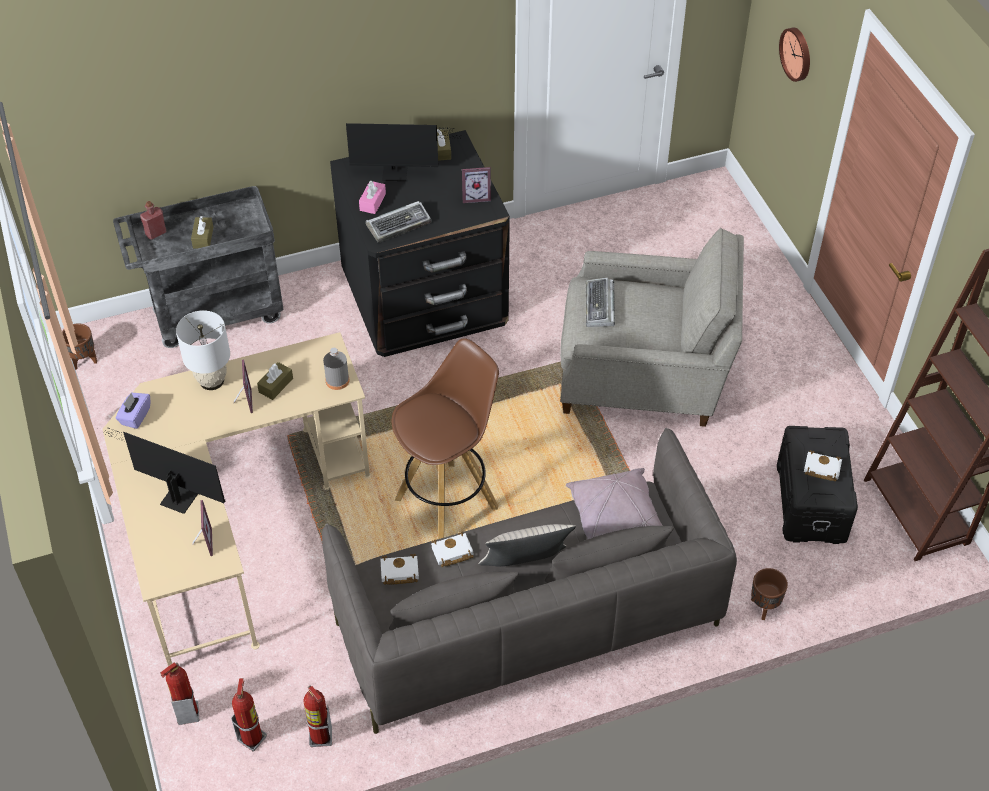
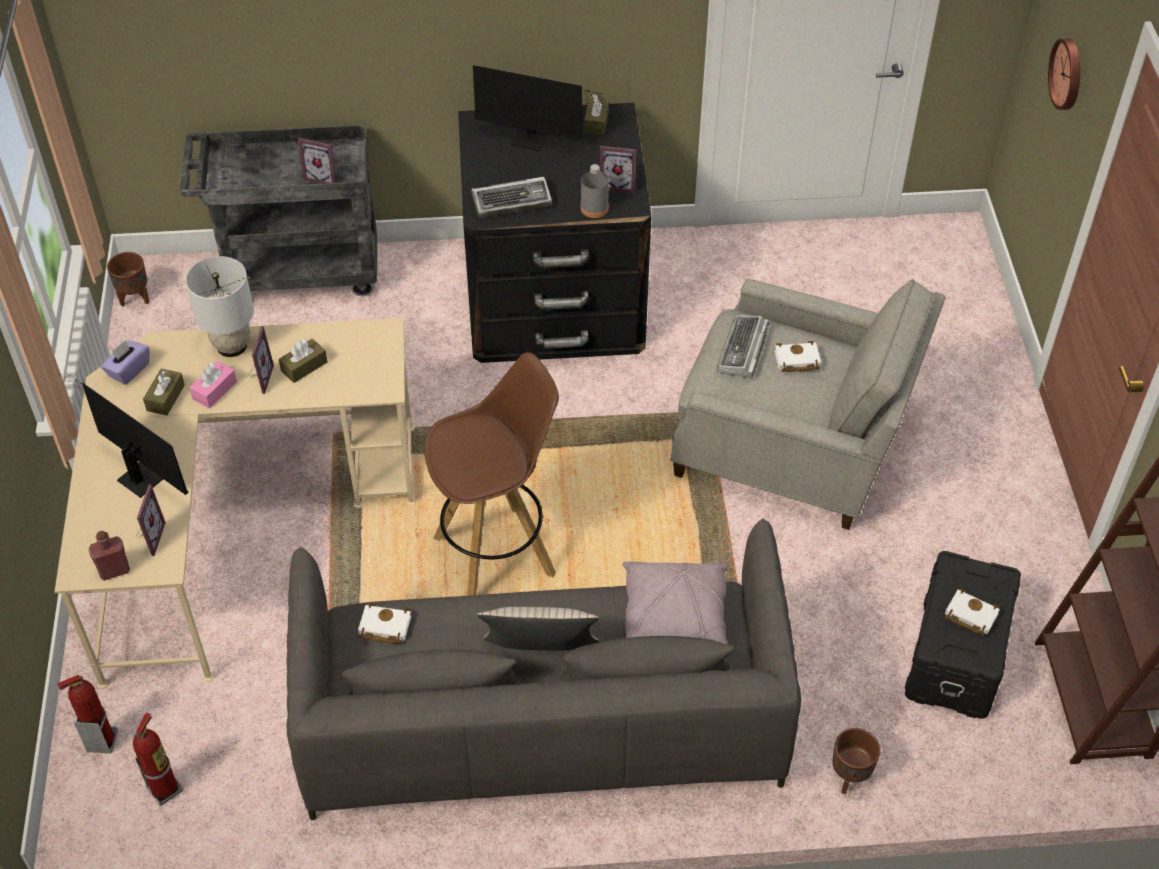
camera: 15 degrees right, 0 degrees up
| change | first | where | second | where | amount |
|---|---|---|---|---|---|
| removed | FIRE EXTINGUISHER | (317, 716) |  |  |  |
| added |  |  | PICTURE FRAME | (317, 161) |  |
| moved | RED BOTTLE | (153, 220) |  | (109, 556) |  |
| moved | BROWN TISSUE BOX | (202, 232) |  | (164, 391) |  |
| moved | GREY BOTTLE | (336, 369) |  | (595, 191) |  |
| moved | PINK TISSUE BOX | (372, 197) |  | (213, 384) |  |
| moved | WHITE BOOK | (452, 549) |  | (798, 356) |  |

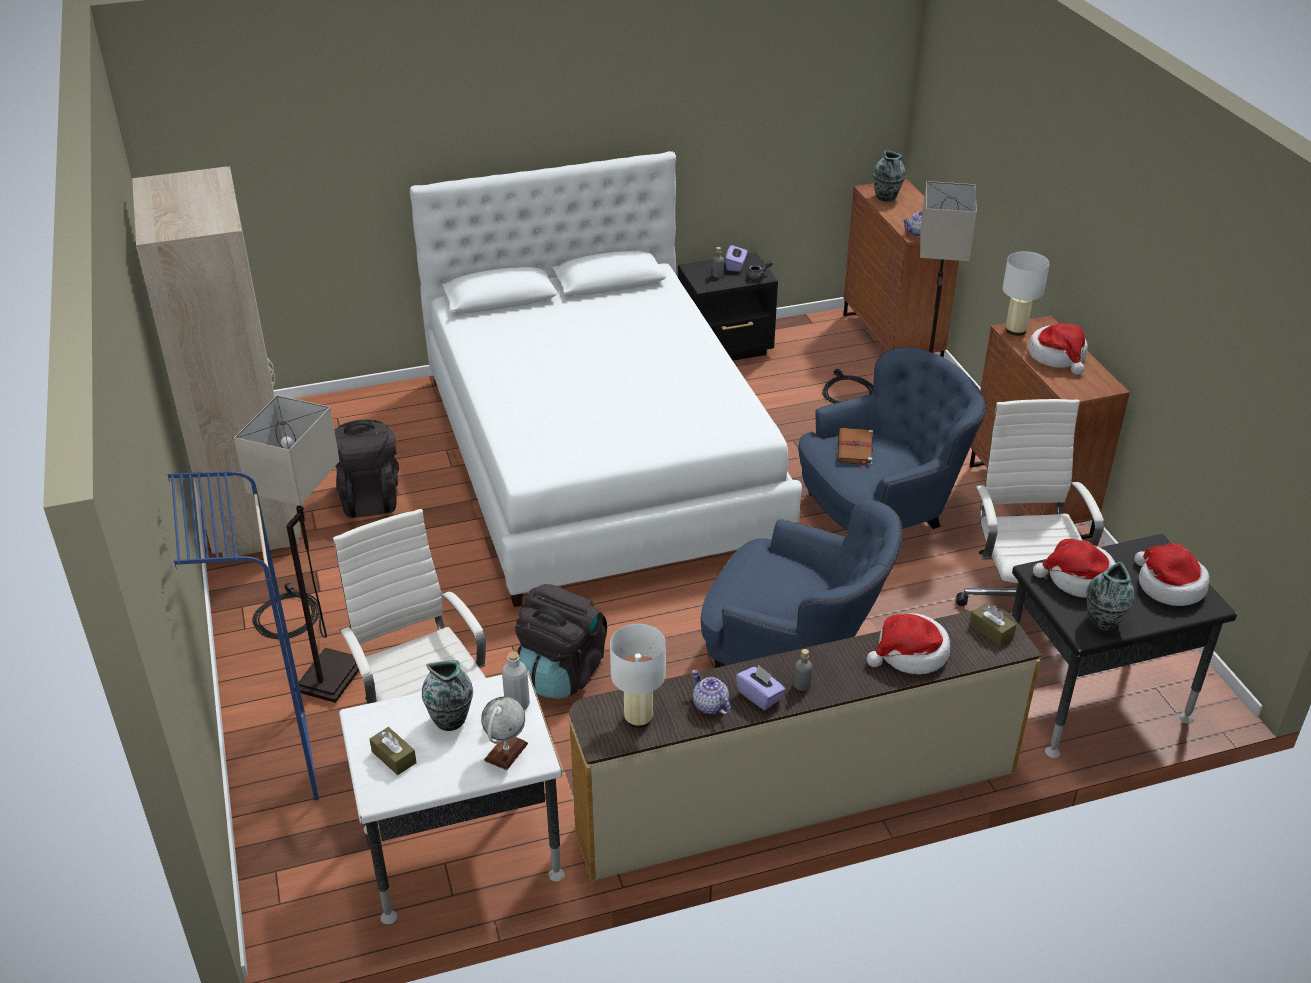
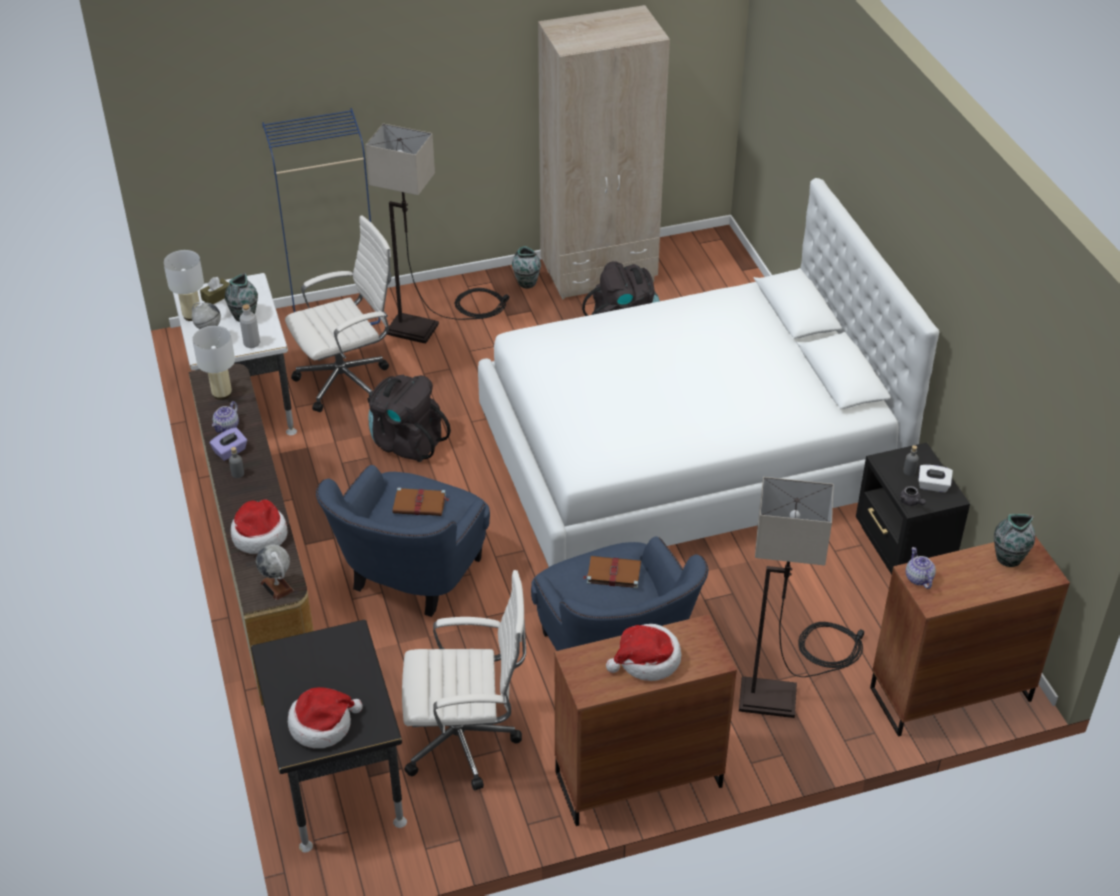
camera: 90 degrees right, 5 degrees up
| change | first | where | second | where | amount |
|---|---|---|---|---|---|
| removed | HAT | (1074, 568) |  |  |  |
| added |  |  | BROWN BOOK | (421, 501) |  |
| moved | WHITE TABLE LAMP | (1026, 293) |  | (184, 285) |  |
| moved | VASE | (1111, 596) |  | (526, 267) |  |
| replaced | BROWN TISSUE BOX | (993, 624) | GLOBE | (275, 573) |  |
| recoloured | PURPLE TISSUE BOX | (736, 258) | WHITE TISSUE BOX | (935, 478) |  |
| turned | TEAPOT | (711, 692) |  | (225, 417) | 150 degrees clockwise |

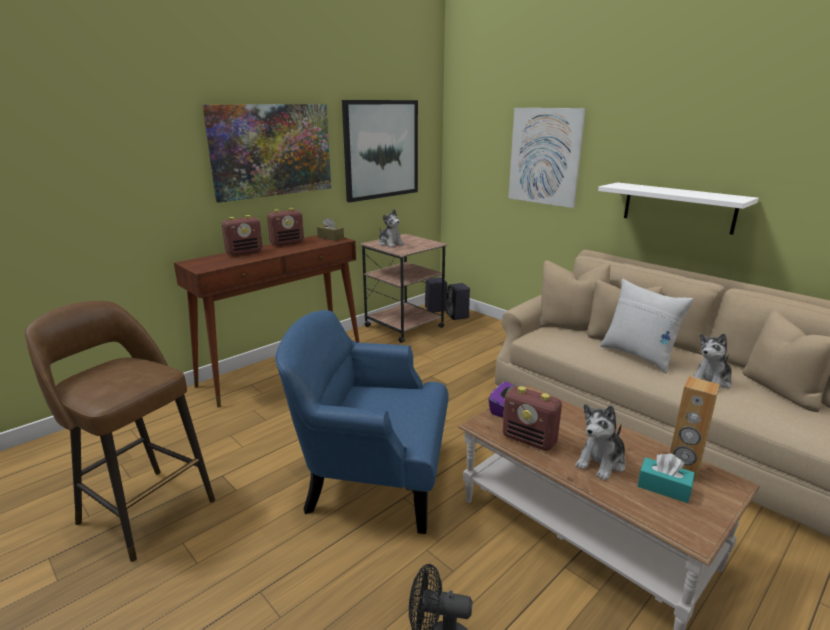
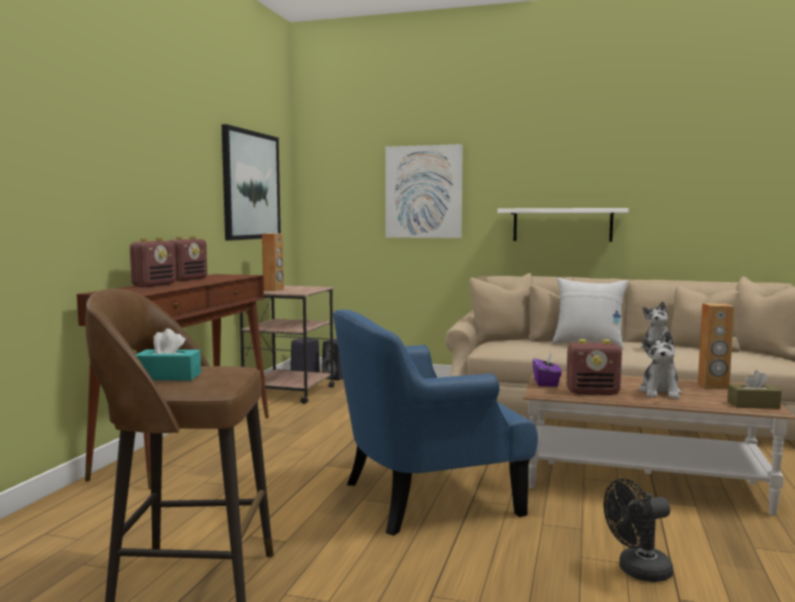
camera: 30 degrees left, 15 degrees down
| change | first | where | second | where | amount |
|---|---|---|---|---|---|
| removed | PICTURE | (267, 153) |  |  |  |
| moved | BROWN TISSUE BOX | (330, 229) |  | (754, 389) |  |
| moved | TURQUOISE TISSUE BOX | (666, 478) |  | (168, 354) |  |
| replaced | PLUSH TOY | (391, 228) | BROWN SPEAKER | (273, 262) |  |

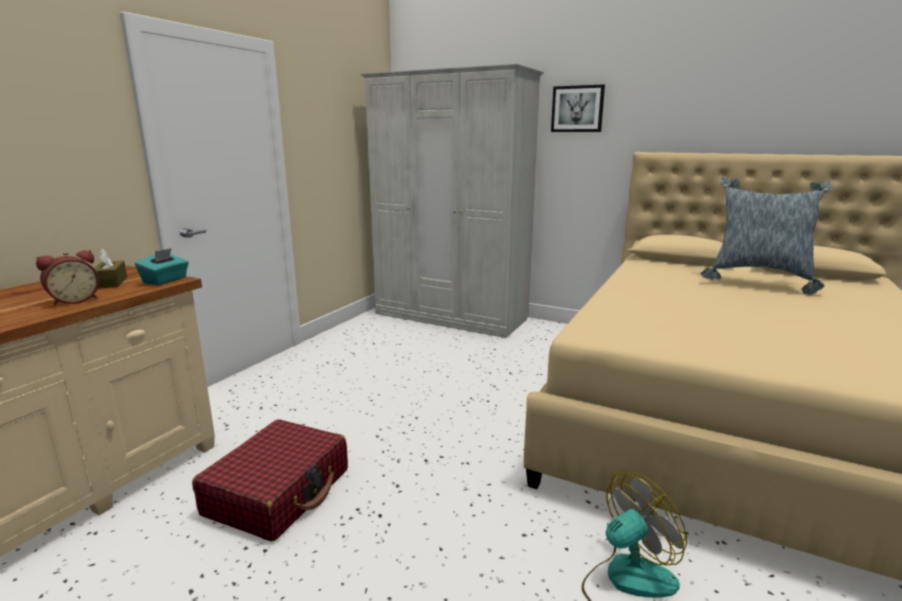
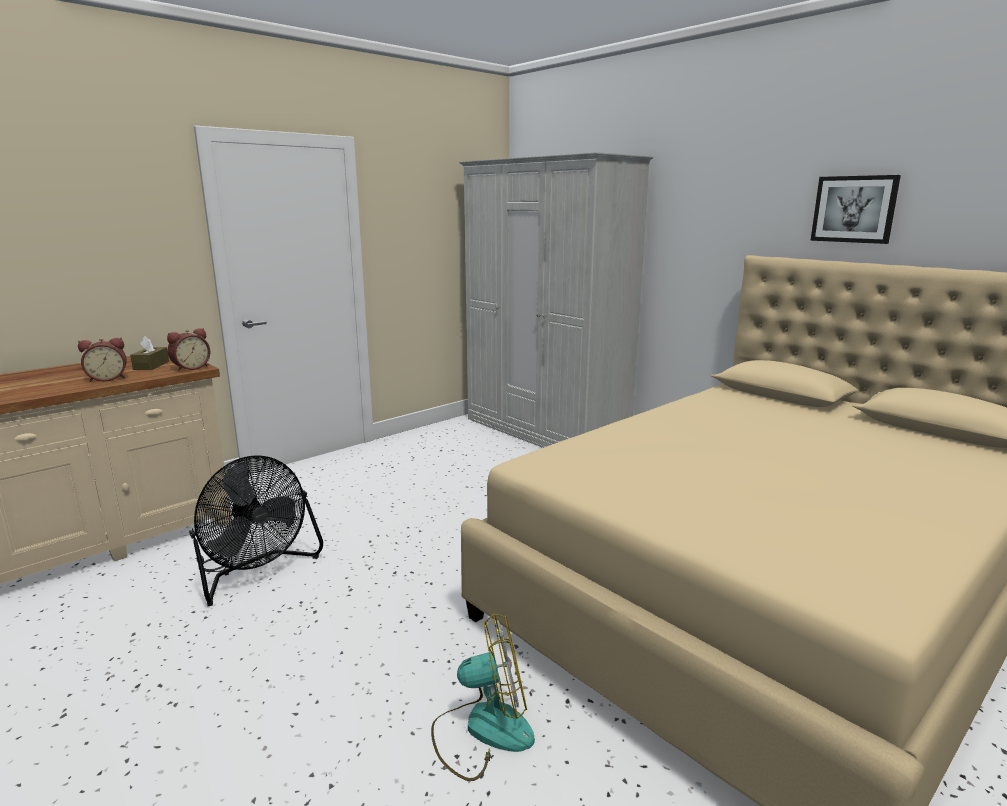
camera: 20 degrees right, 0 degrees up
| change | first | where | second | where | amount |
|---|---|---|---|---|---|
| removed | PILLOW | (767, 235) |  |  |  |
| moved | PICTURE | (578, 108) |  | (855, 209) |  |
| replaced | TURQUOISE TISSUE BOX | (162, 266) | ALARM CLOCK | (189, 350) |  |
| replaced | RED SUITCASE | (270, 480) | BLACK FAN | (256, 531) |  |

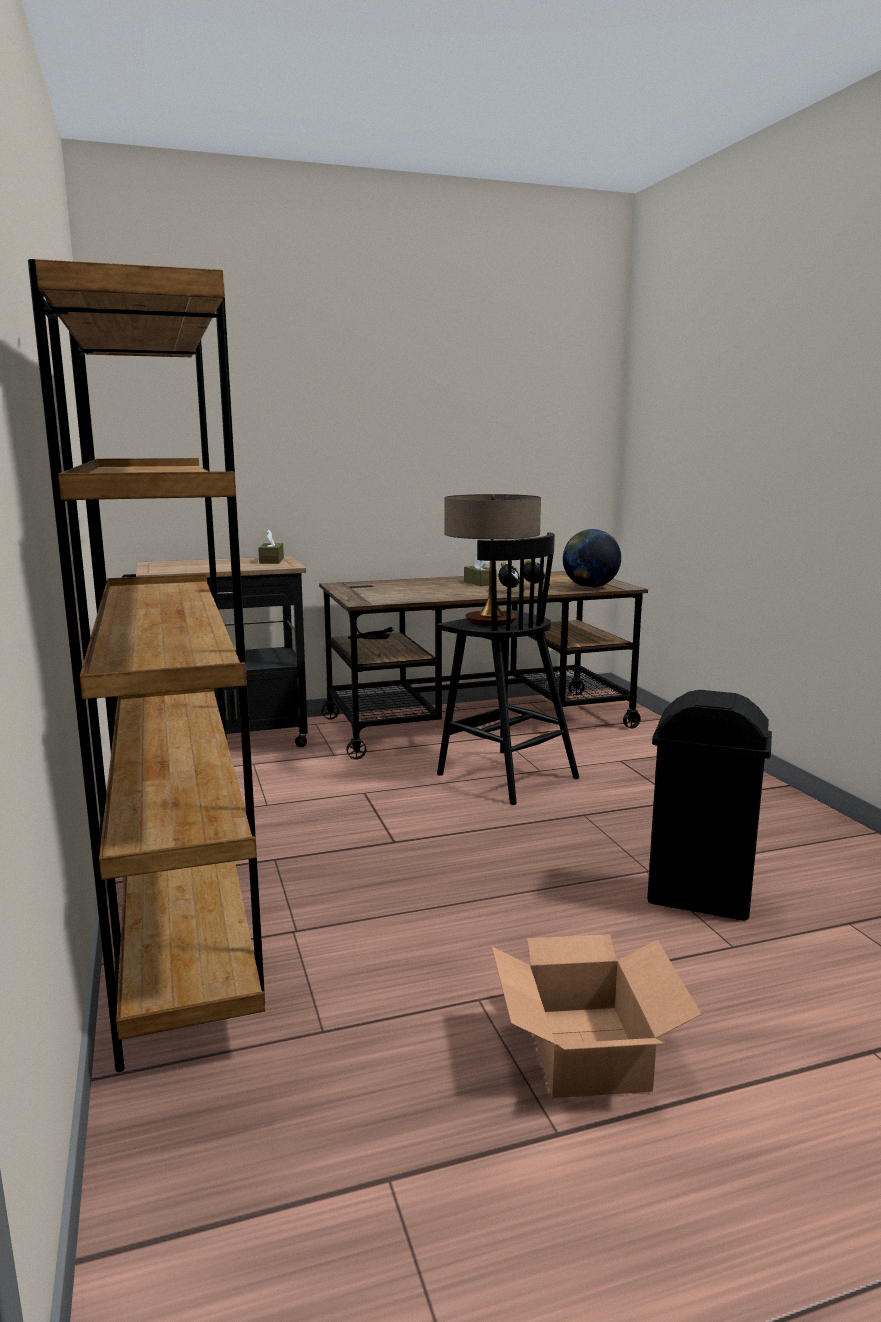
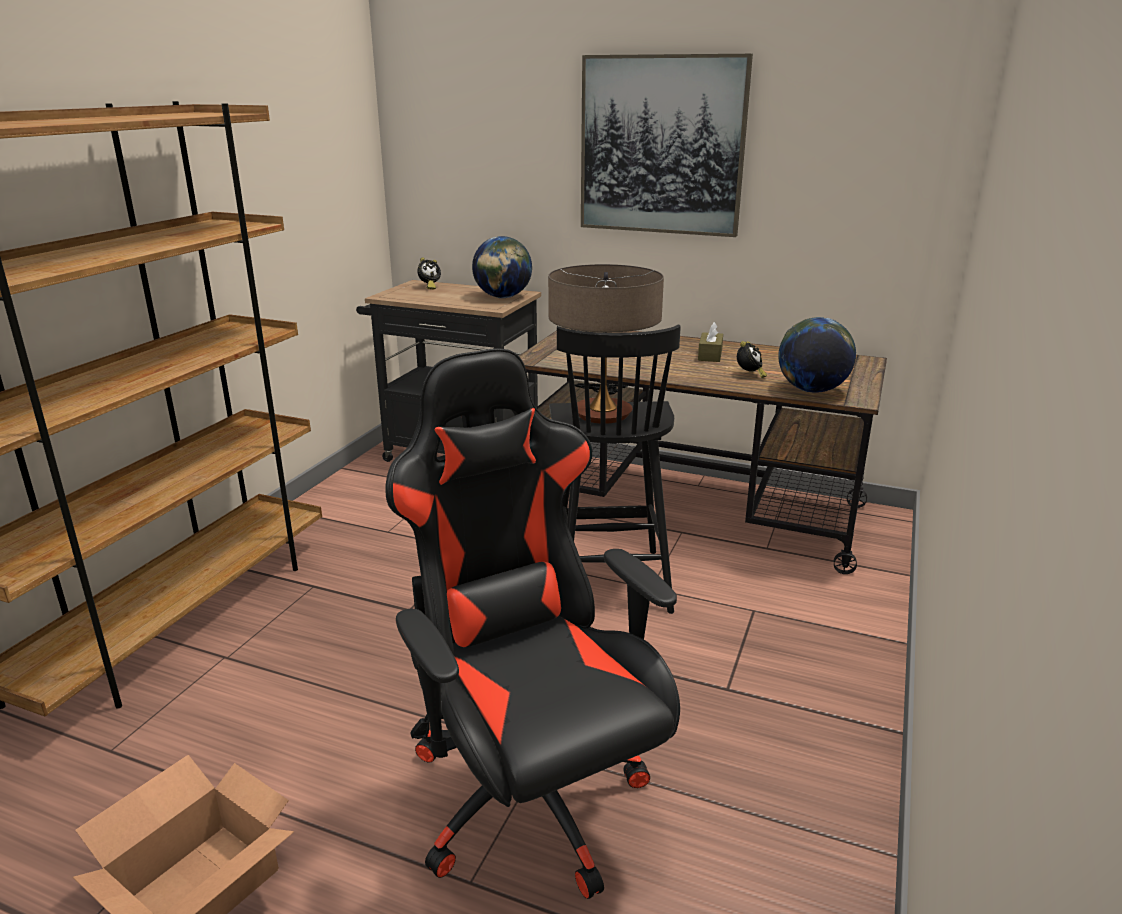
camera: 40 degrees right, 10 degrees up
| change | first | where | second | where | amount |
|---|---|---|---|---|---|
| added |  |  | PICTURE | (667, 145) |  |
| moved | ALARM CLOCK | (511, 576) |  | (429, 274) |  |
| replaced | BROWN TISSUE BOX | (271, 547) | GLOBE | (502, 267) |  |
| replaced | BLACK TRASH CAN | (709, 805) | BLACK OFFICE CHAIR | (532, 623) |  |

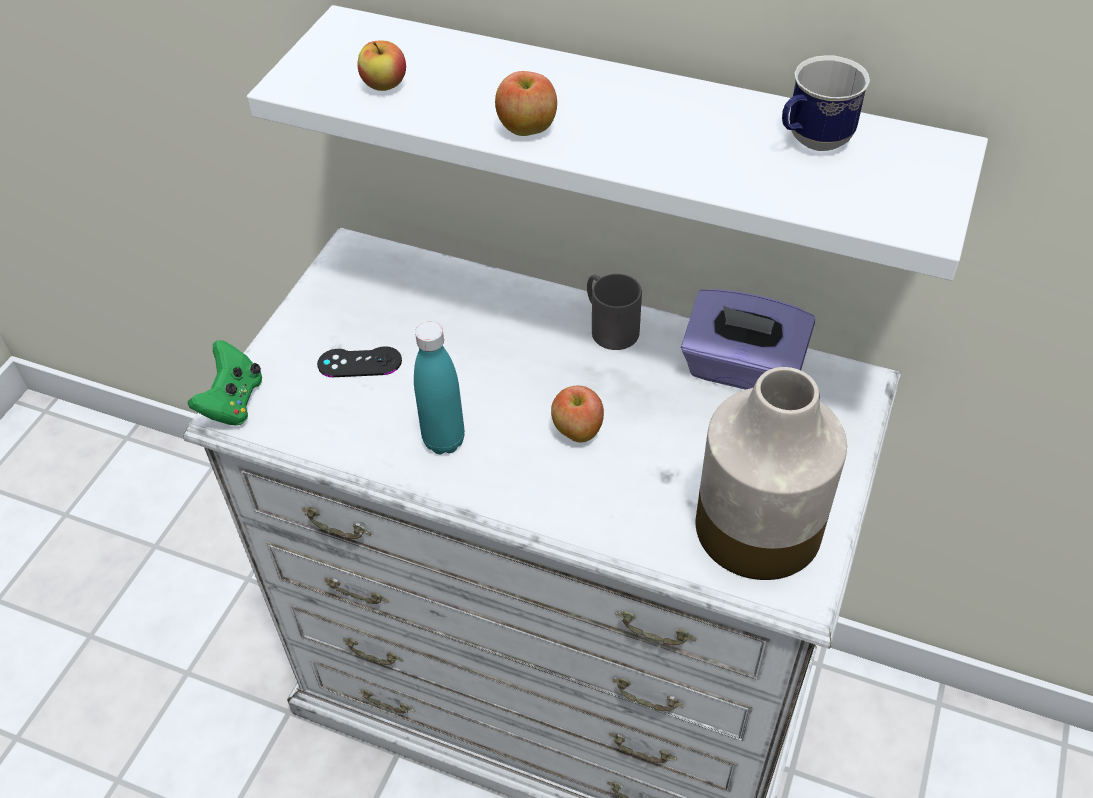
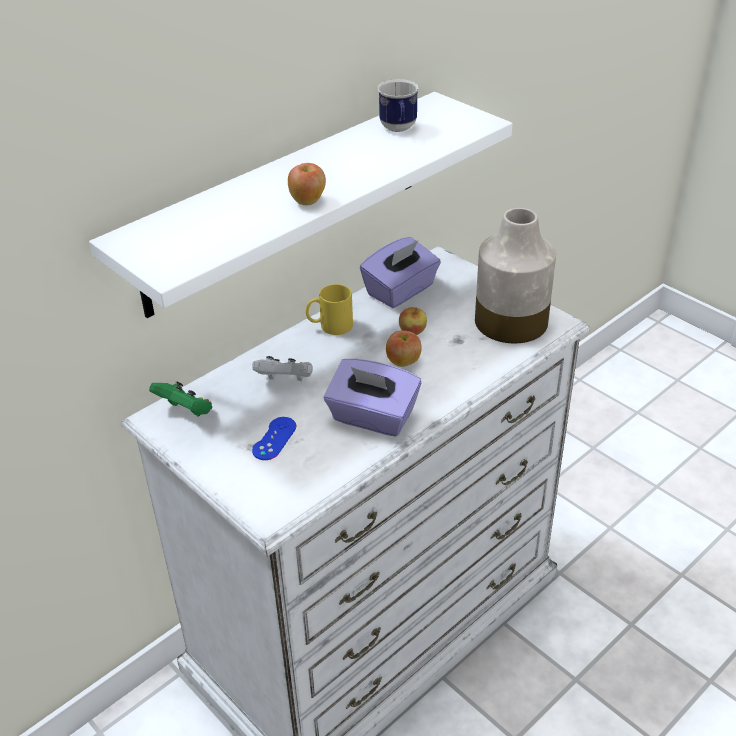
camera: 65 degrees left, 10 degrees down
| change | first | where | second | where | amount |
|---|---|---|---|---|---|
| added |  |  | WHITE GAME CONTROLLER | (282, 368) |  |
| moved | GREEN GAME CONTROLLER | (225, 383) |  | (180, 398) |  |
| moved | APPLE | (382, 66) |  | (413, 321) |  |
| replaced | TURQUOISE BOTTLE | (439, 387) | PURPLE TISSUE BOX | (372, 397) |  |
| recoloured | BLACK GAME CONTROLLER | (359, 361) | BLUE GAME CONTROLLER | (274, 438) |  |
| recoloured | GREY MUG | (614, 312) | YELLOW MUG | (329, 309) |  |

